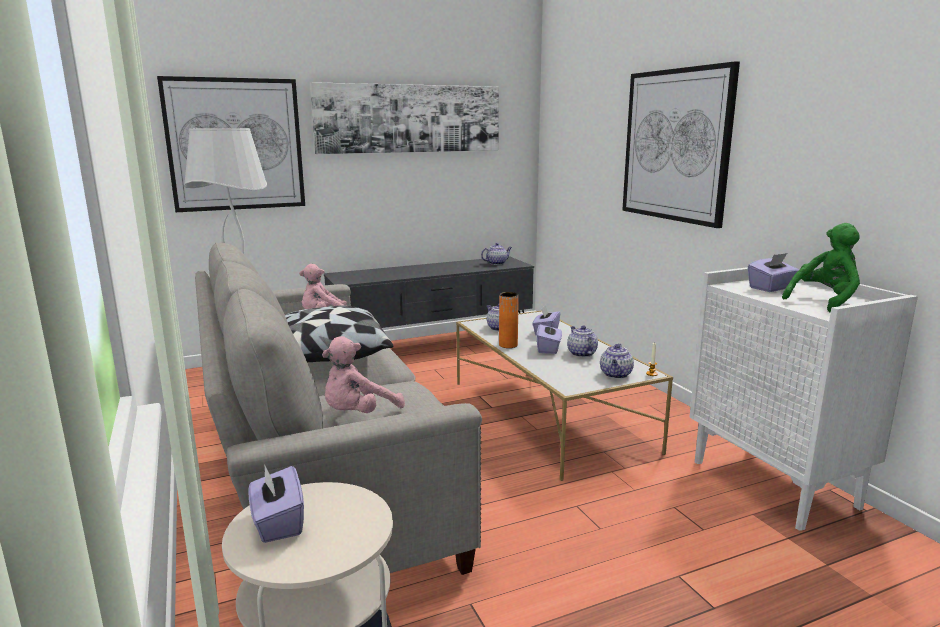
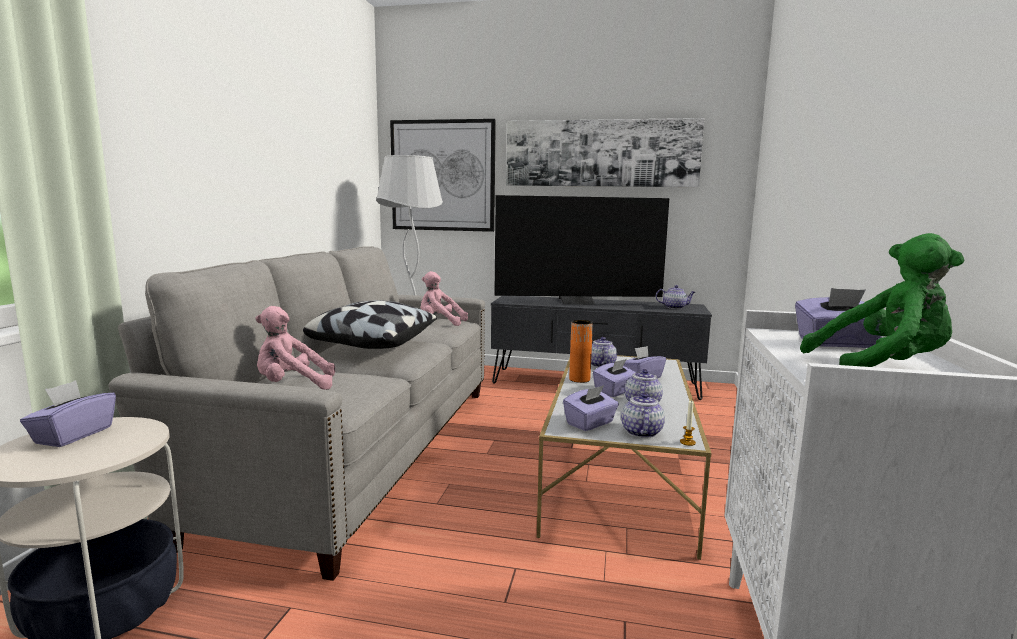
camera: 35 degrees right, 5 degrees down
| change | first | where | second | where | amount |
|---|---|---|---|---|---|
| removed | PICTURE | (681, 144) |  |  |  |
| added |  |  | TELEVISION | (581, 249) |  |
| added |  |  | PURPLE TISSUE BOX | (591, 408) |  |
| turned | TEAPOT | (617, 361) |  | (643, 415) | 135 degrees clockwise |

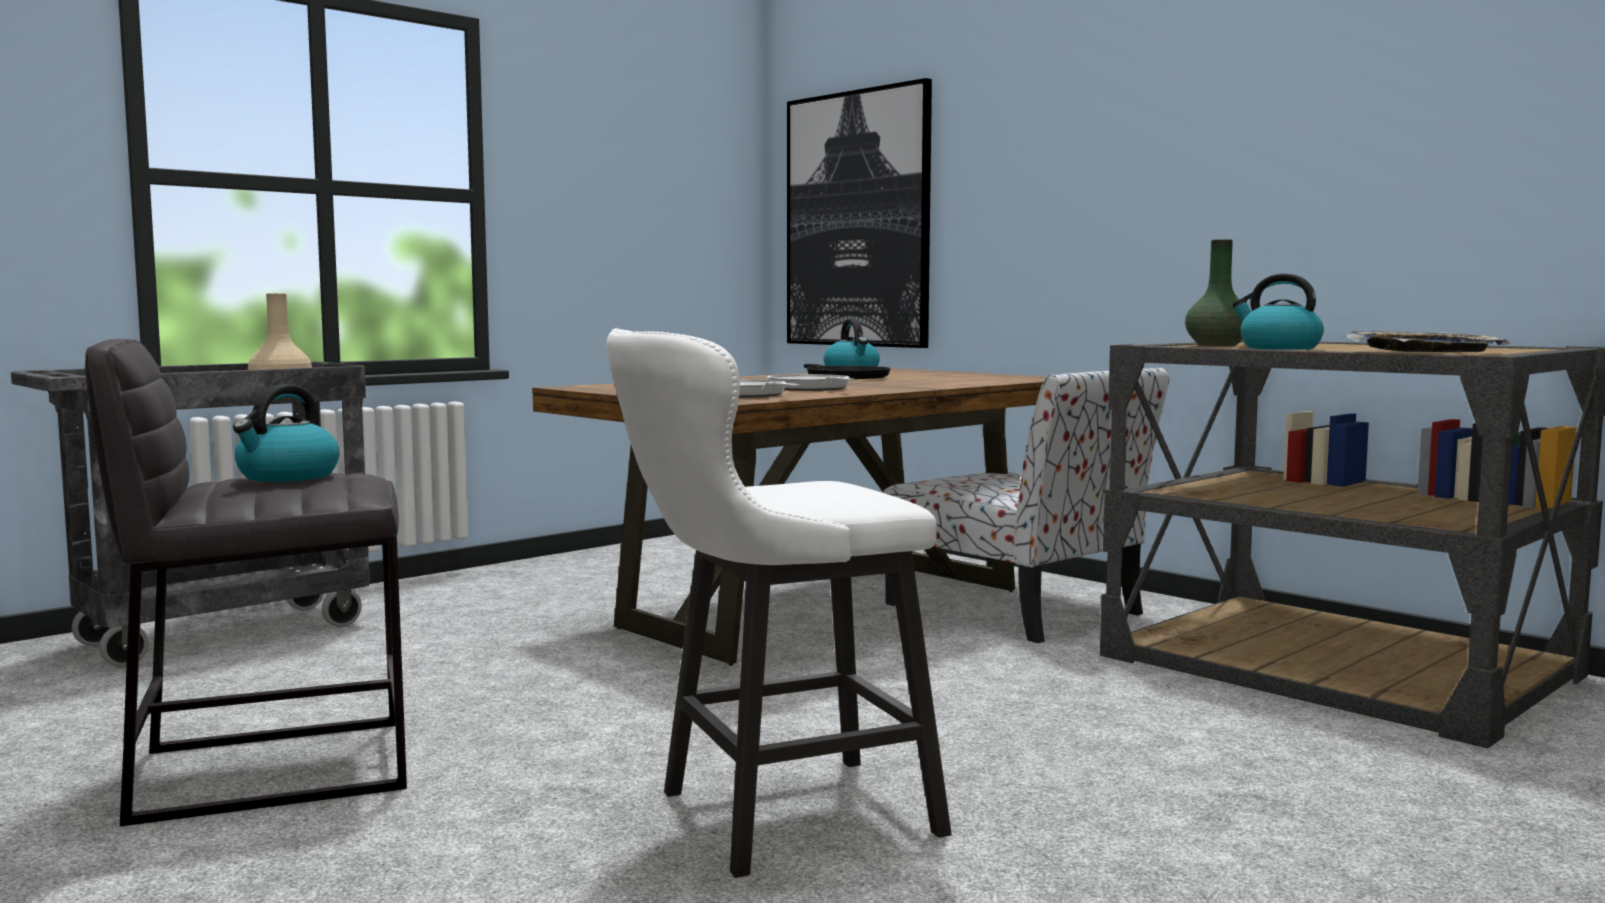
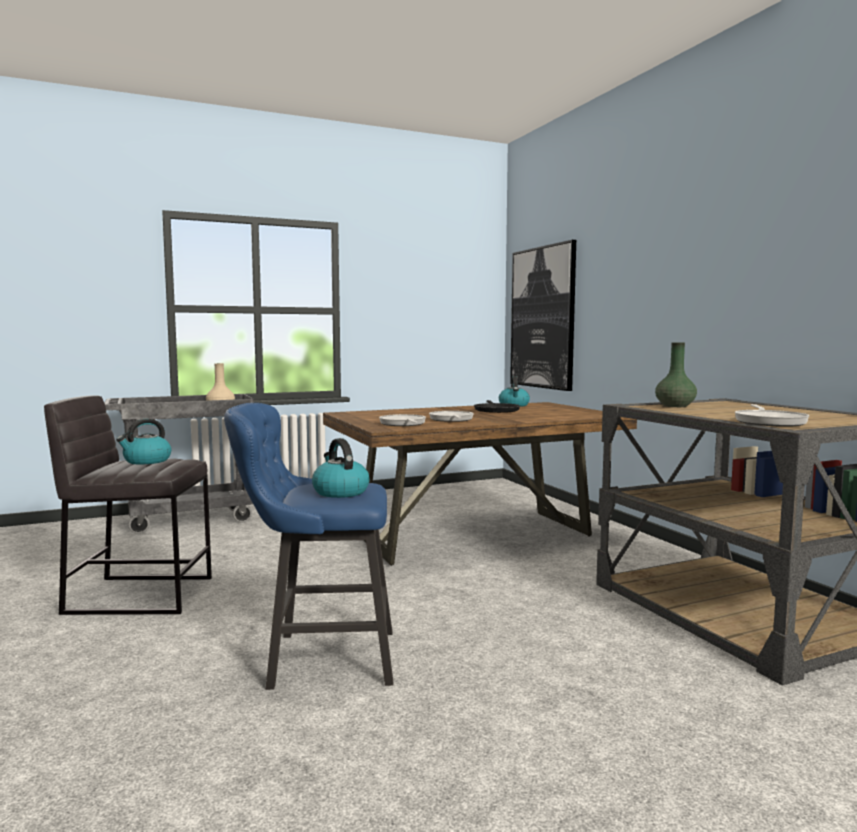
camera: 20 degrees right, 0 degrees up
| change | first | where | second | where | amount |
|---|---|---|---|---|---|
| removed | CHAIR | (1026, 505) |  |  |  |
| moved | KETTLE | (1278, 312) |  | (341, 468) |  |
| replaced | TRAY | (1428, 341) | FRYING PAN | (772, 415) |  |
| recoloured | WHITE STOOL | (779, 603) | BLUE STOOL | (308, 546) |  |

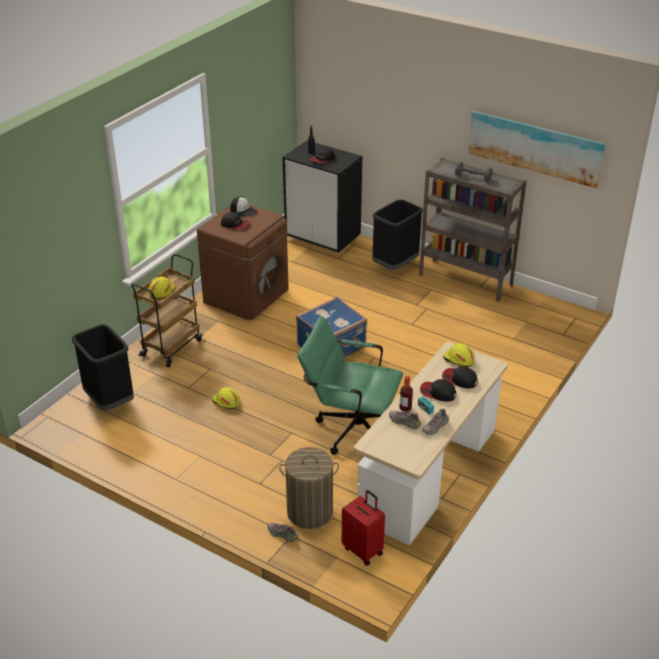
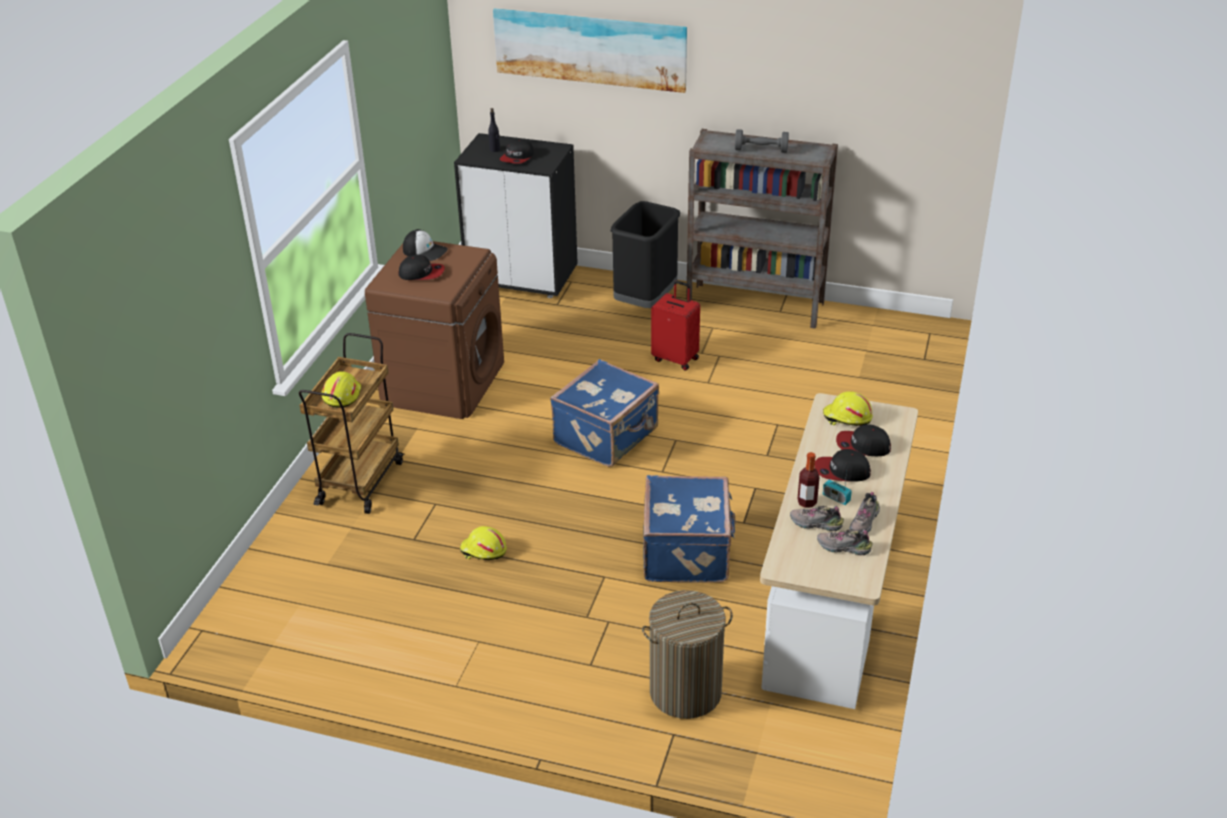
camera: 15 degrees left, 0 degrees up
| change | first | where | second | where | amount |
|---|---|---|---|---|---|
| removed | BLACK TRASH CAN | (103, 367) |  |  |  |
| moved | SHOE | (283, 532) |  | (845, 542) |  |
| moved | RED SUITCASE | (363, 528) |  | (675, 326) |  |
| moved | PICTURE | (536, 149) |  | (590, 50) |  |
| replaced | GREEN OFFICE CHAIR | (350, 385) | BLUE SUITCASE | (689, 529) |  |

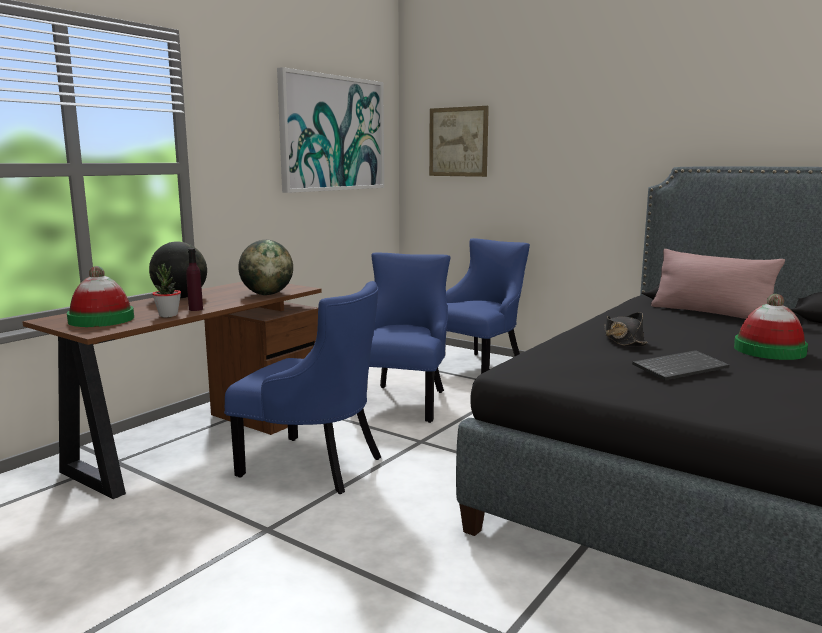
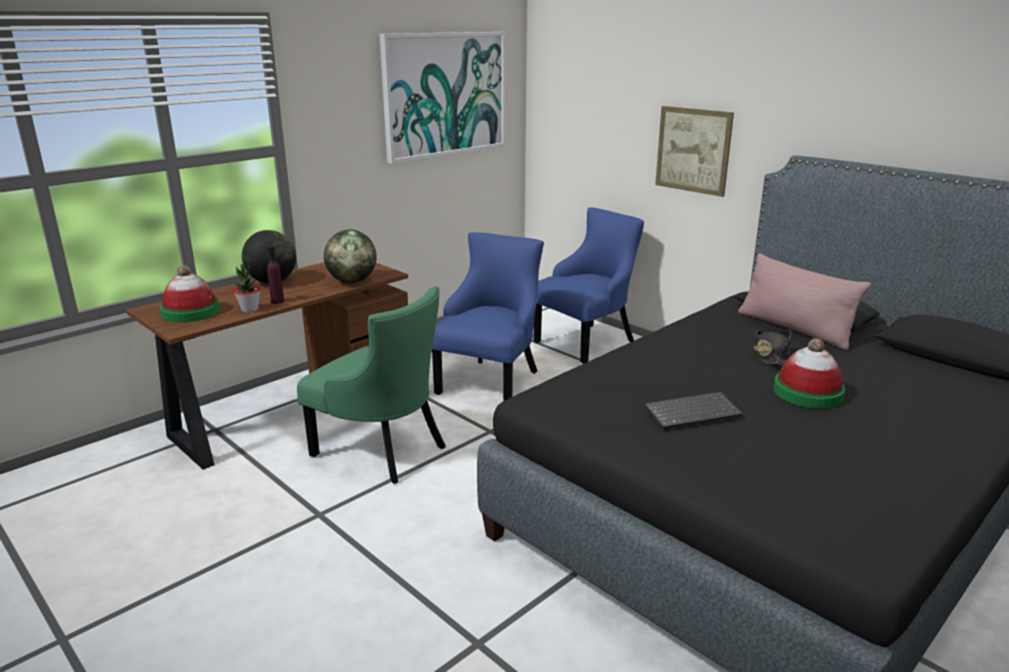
camera: 10 degrees right, 10 degrees up
| change | first | where | second | where | amount |
|---|---|---|---|---|---|
| moved | PICTURE | (459, 141) |  | (694, 151) |  |
| moved | BLACK HAT | (626, 329) |  | (772, 348) |  |
| recoloured | BLUE CHAIR | (302, 387) | GREEN CHAIR | (371, 385) |  |

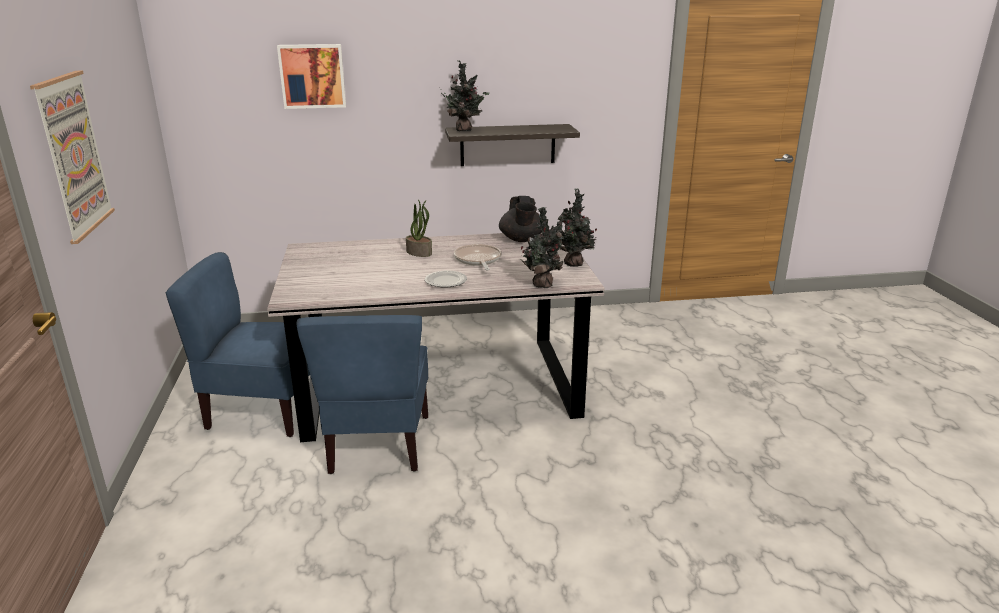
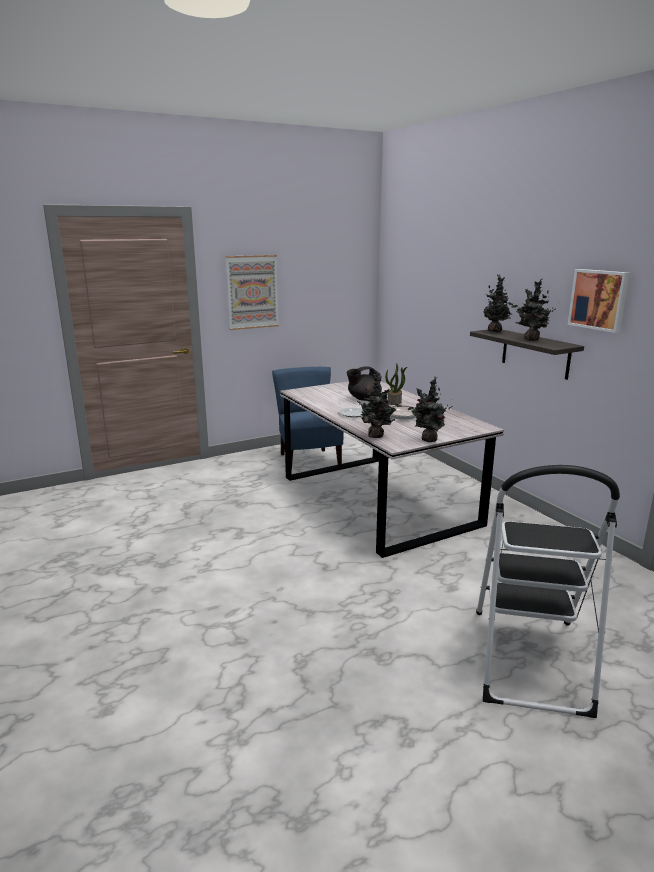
camera: 70 degrees right, 5 degrees down
| change | first | where | second | where | amount |
|---|---|---|---|---|---|
| removed | BLUE CHAIR | (362, 394) |  |  |  |
| added |  |  | STEP LADDER | (548, 591) |  |
| added |  |  | POTTED PLANT | (534, 309) |  |
| moved | PICTURE | (311, 76) |  | (599, 301) |  |
| moved | BLACK TEAPOT | (520, 219) |  | (364, 383) |  |

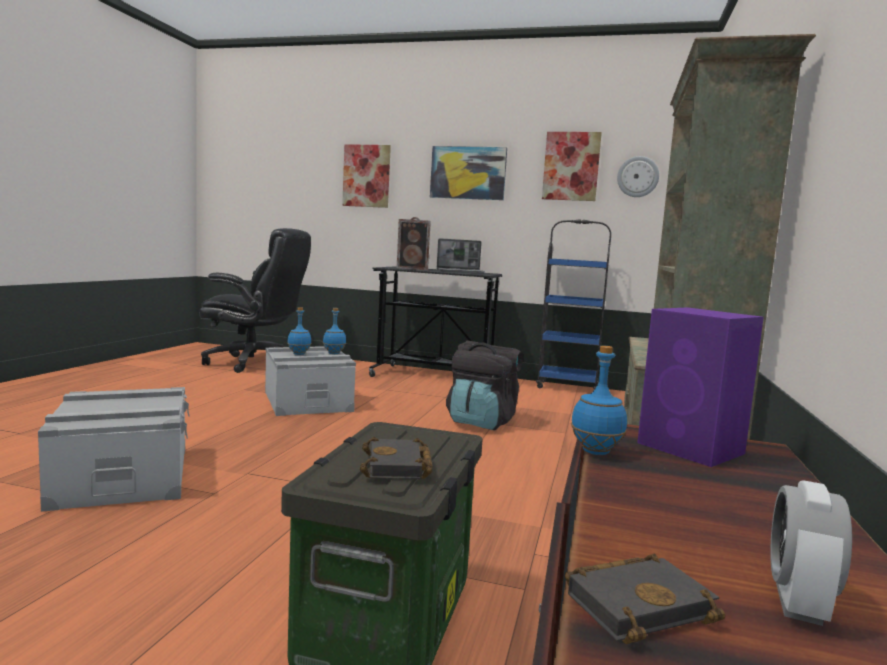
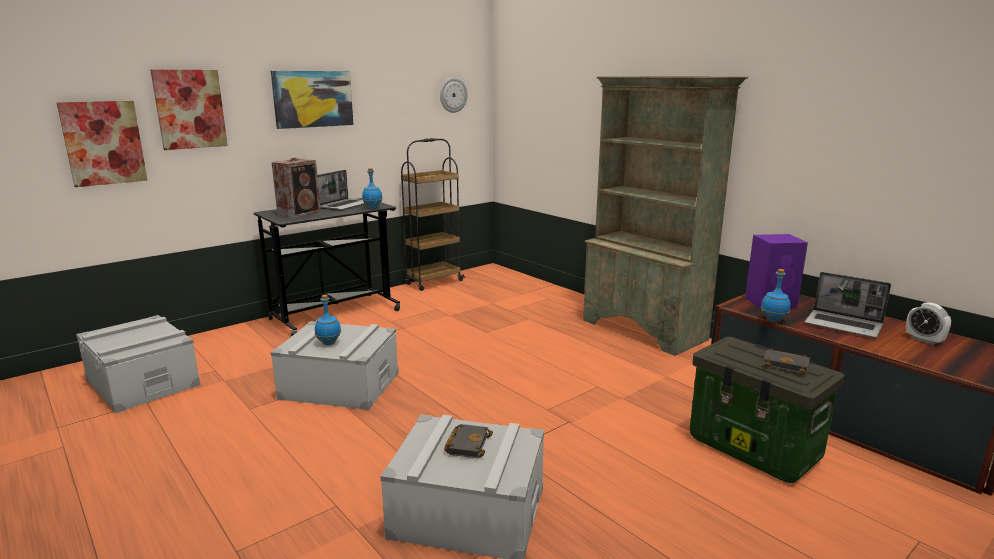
camera: 55 degrees left, 10 degrees up
| change | first | where | second | where | amount |
|---|---|---|---|---|---|
| removed | BLACK BACKPACK | (484, 385) |  |  |  |
| added |  |  | LAPTOP | (848, 305) |  |
| moved | BLUE BOTTLE | (334, 331) |  | (372, 188) |  |
| moved | PICTURE | (572, 166) |  | (102, 144) |  |
| moved | BLACK BOOK | (645, 599) |  | (468, 441) |  |
| replaced | BLACK OFFICE CHAIR | (255, 300) | GREY STORAGE BOX | (138, 364) |  |
| recoloured | BLUE CART | (573, 305) | BROWN CART | (433, 214) |  |

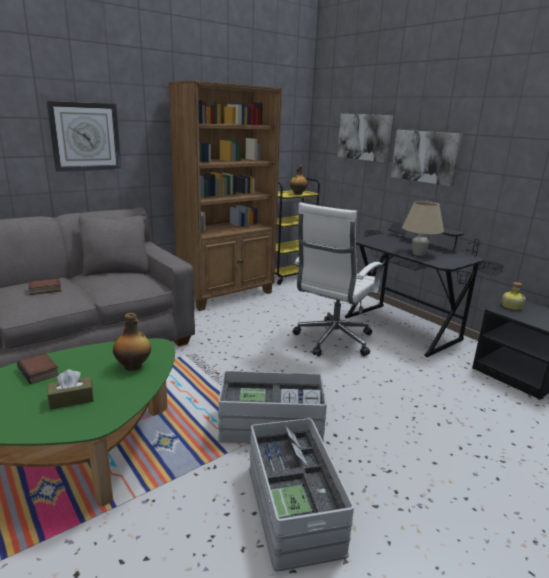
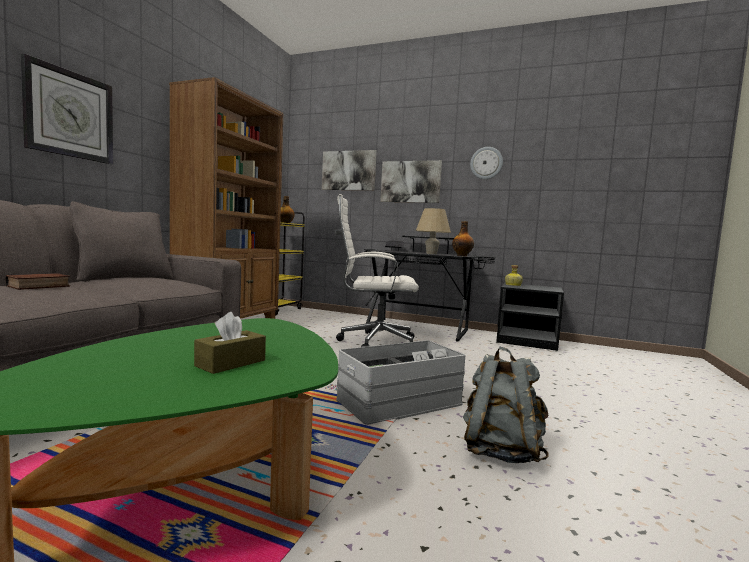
camera: 30 degrees left, 15 degrees down
| change | first | where | second | where | amount |
|---|---|---|---|---|---|
| removed | BOOK | (38, 368) |  |  |  |
| added |  |  | WALL CLOCK | (486, 163) |  |
| moved | BOTTLE | (132, 342) |  | (463, 239) |  |
| replaced | GREY STORAGE BOX | (301, 494) | GREY BACKPACK | (506, 405) |  |
| turned | WHITE OFFICE CHAIR | (338, 279) |  | (377, 270) | 90 degrees clockwise |

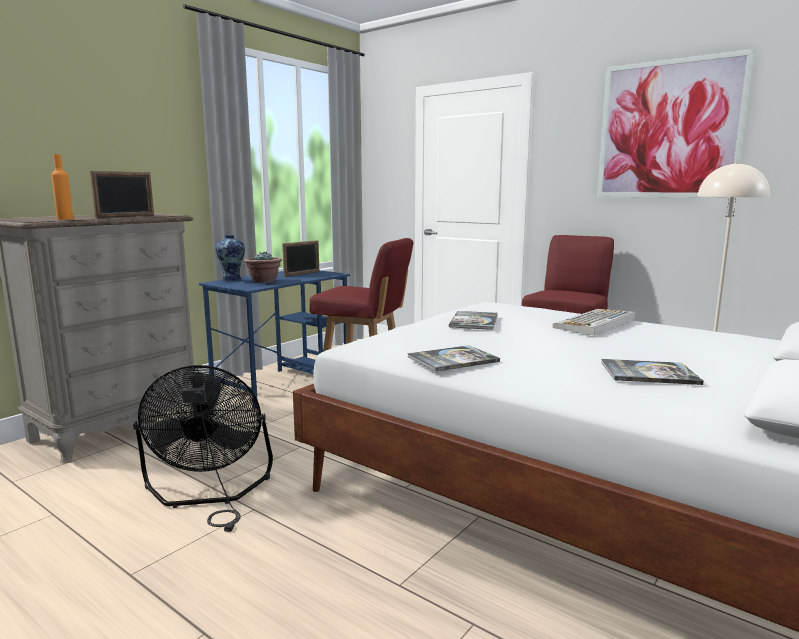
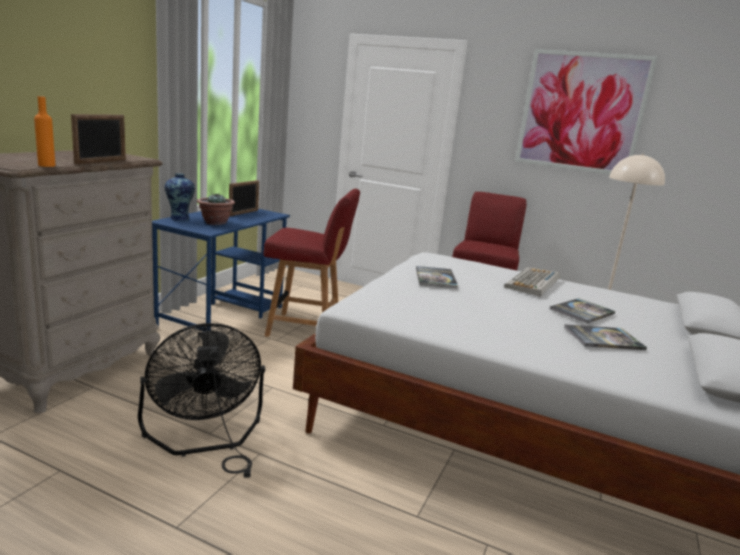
camera: 15 degrees left, 5 degrees up
| change | first | where | second | where | amount |
|---|---|---|---|---|---|
| moved | BOOK | (453, 358) |  | (582, 310) |  |

